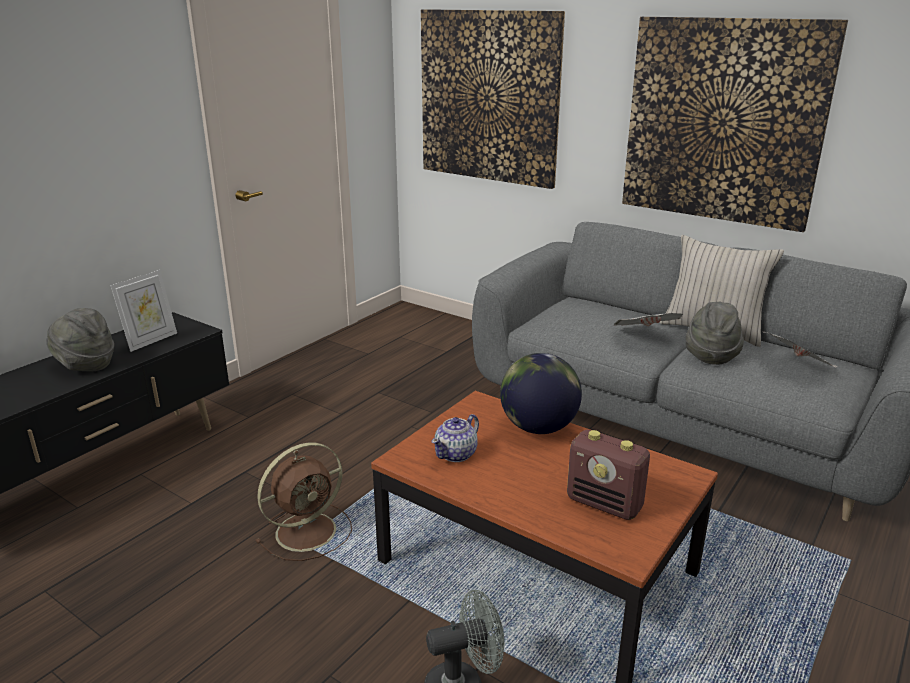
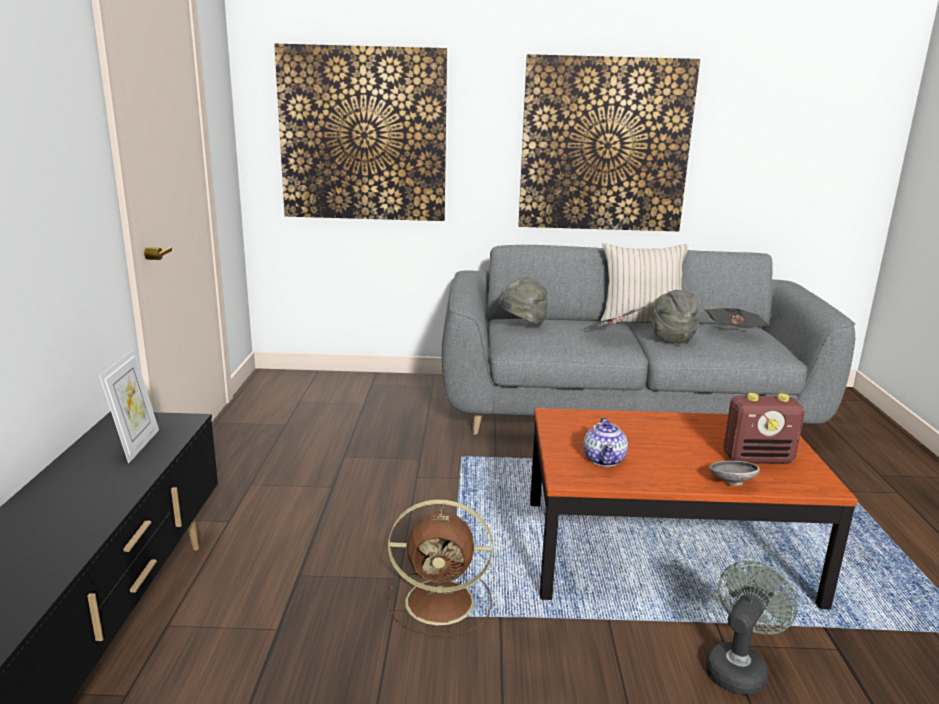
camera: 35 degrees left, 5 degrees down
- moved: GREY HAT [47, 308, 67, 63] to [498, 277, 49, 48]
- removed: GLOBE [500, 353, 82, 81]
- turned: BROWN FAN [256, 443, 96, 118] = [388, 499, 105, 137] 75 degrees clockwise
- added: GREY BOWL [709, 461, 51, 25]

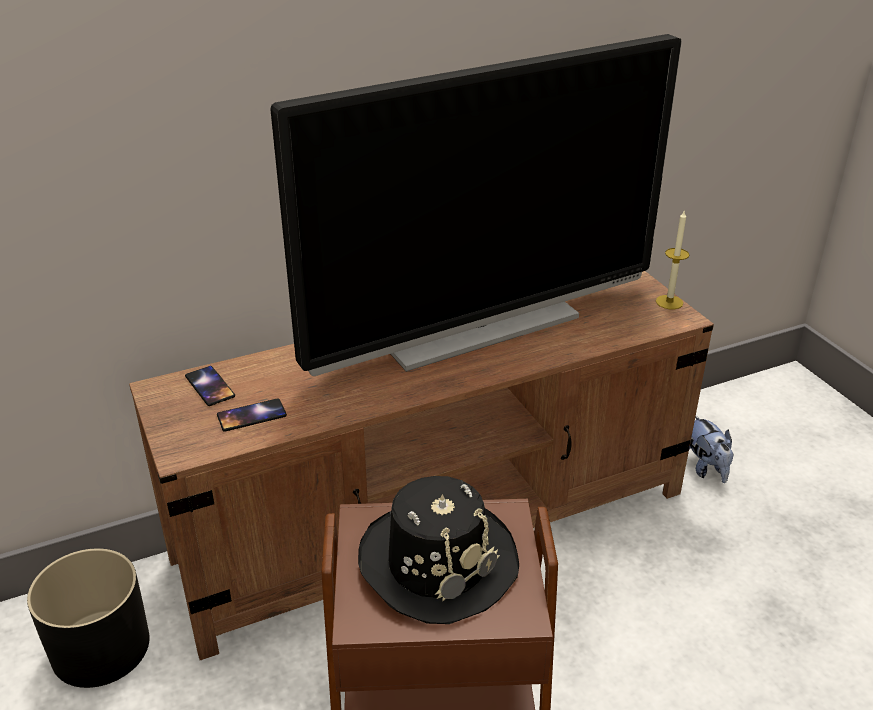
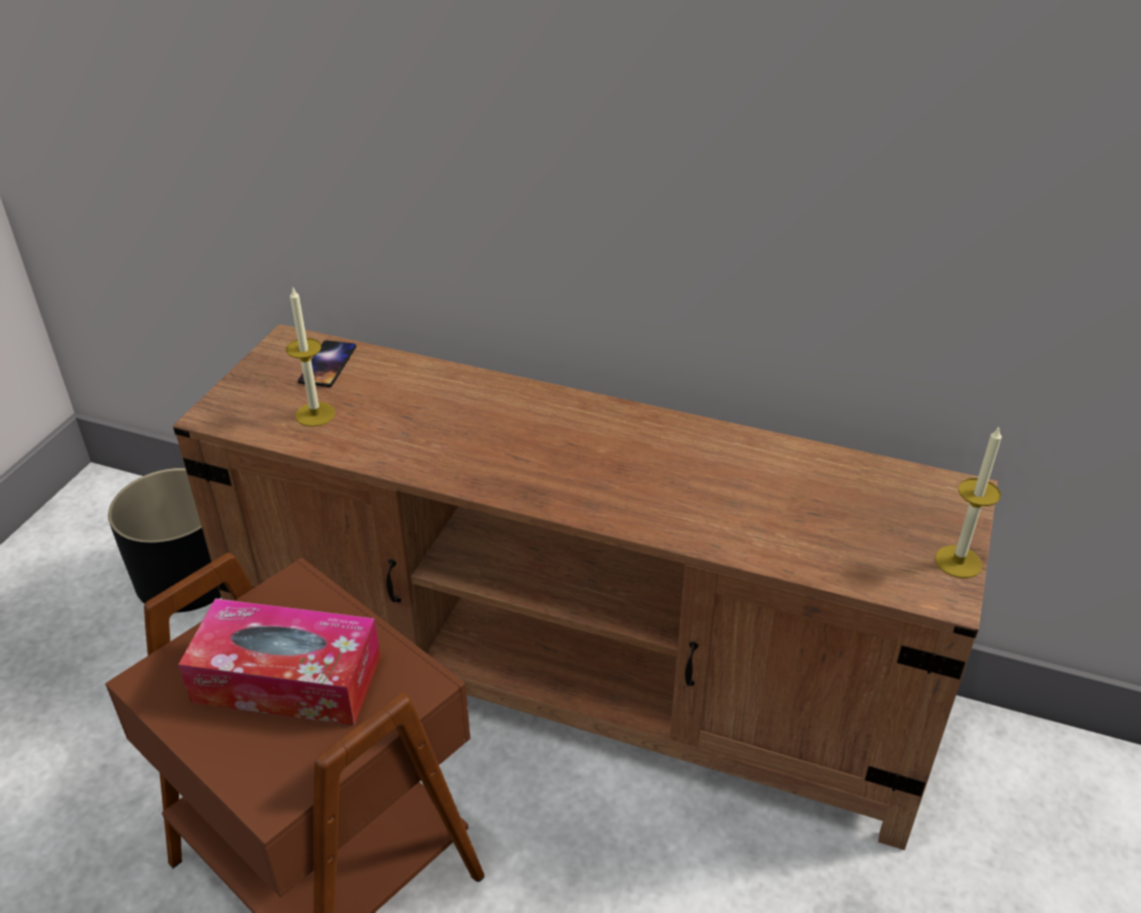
camera: 45 degrees right, 5 degrees up
- removed: TELEVISION [270, 34, 412, 342]
- replaced: PHONE [217, 398, 70, 34] to CANDLE [286, 288, 49, 139]
- removed: PLUSH TOY [689, 416, 45, 67]
- replaced: BLACK HAT [358, 476, 161, 148] to TISSUE BOX [178, 598, 203, 128]

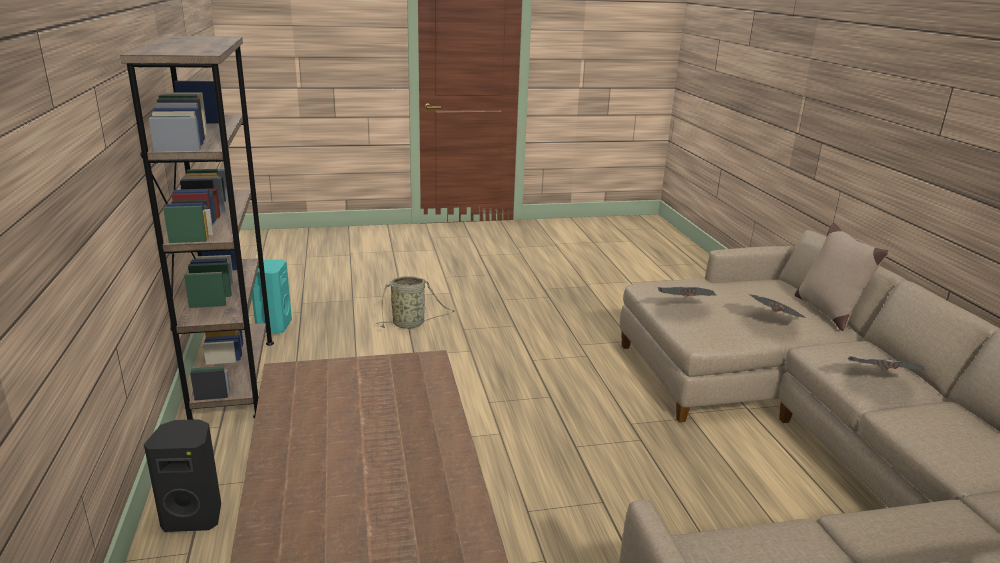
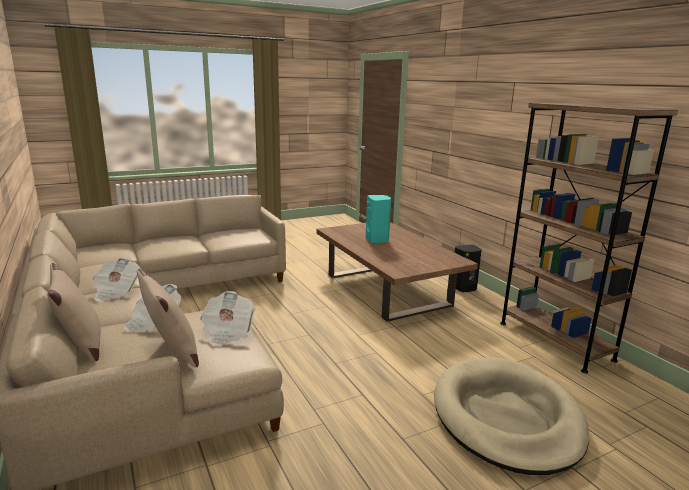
camera: 165 degrees right, 5 degrees down
- moved: TURQUOISE SPEAKER [252, 259, 40, 75] to [366, 195, 25, 49]
- replaced: BASKET [376, 276, 79, 53] to BEIGE DOG BED [434, 358, 155, 117]
- added: BEIGE PILLOW [137, 269, 62, 98]

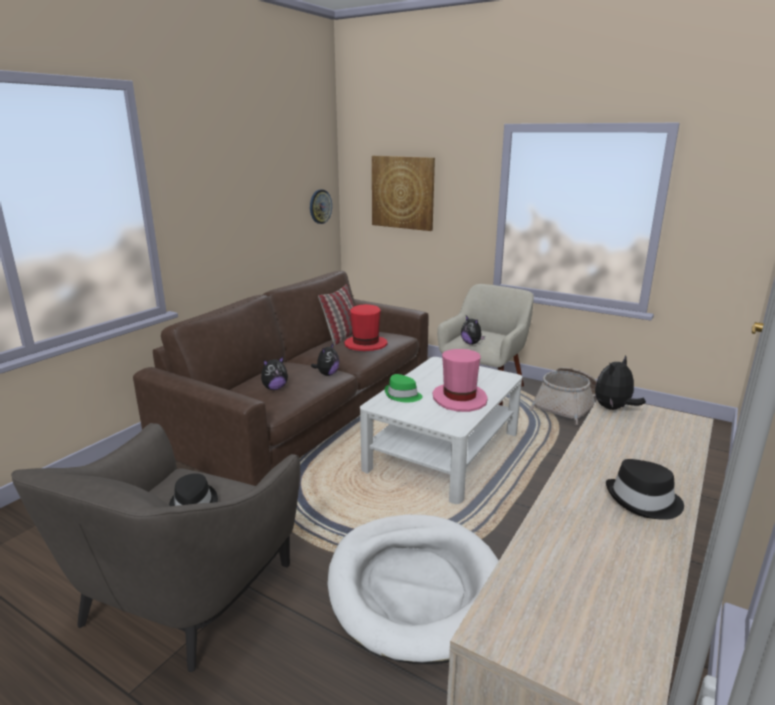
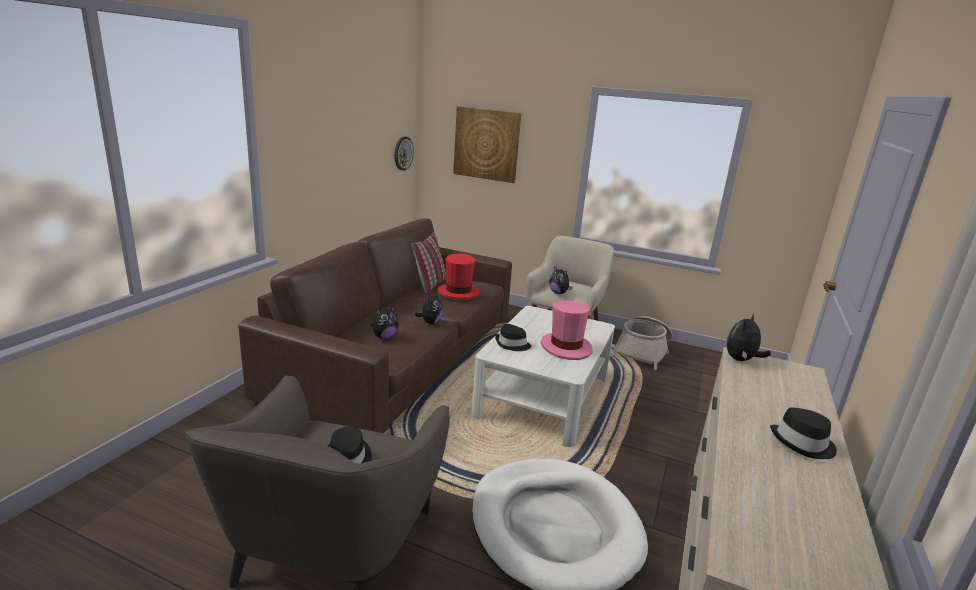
camera: 10 degrees left, 0 degrees up
- recoloured: GREEN HAT [384, 374, 38, 29] to BLACK HAT [495, 324, 36, 27]

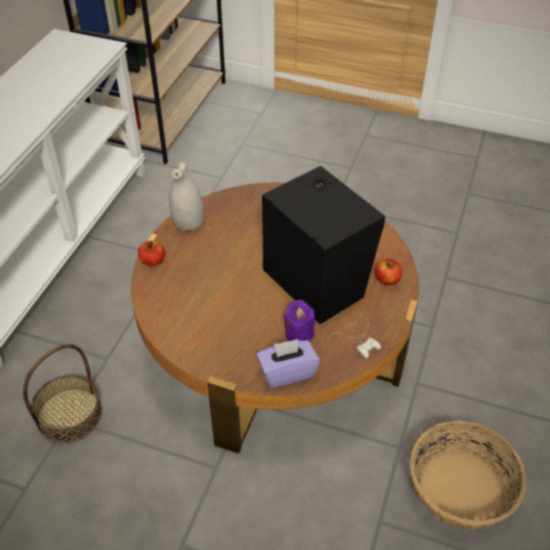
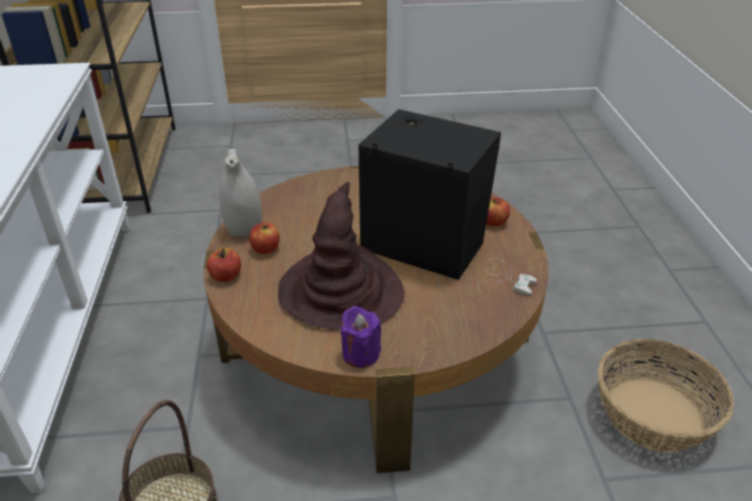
camera: 25 degrees left, 10 degrees down
- moved: PURPLE CANDLE [284, 300, 31, 42] to [341, 306, 40, 62]
- removed: PURPLE TISSUE BOX [256, 339, 64, 49]
- added: BROWN HAT [278, 182, 126, 148]
- added: APPLE [249, 222, 31, 32]

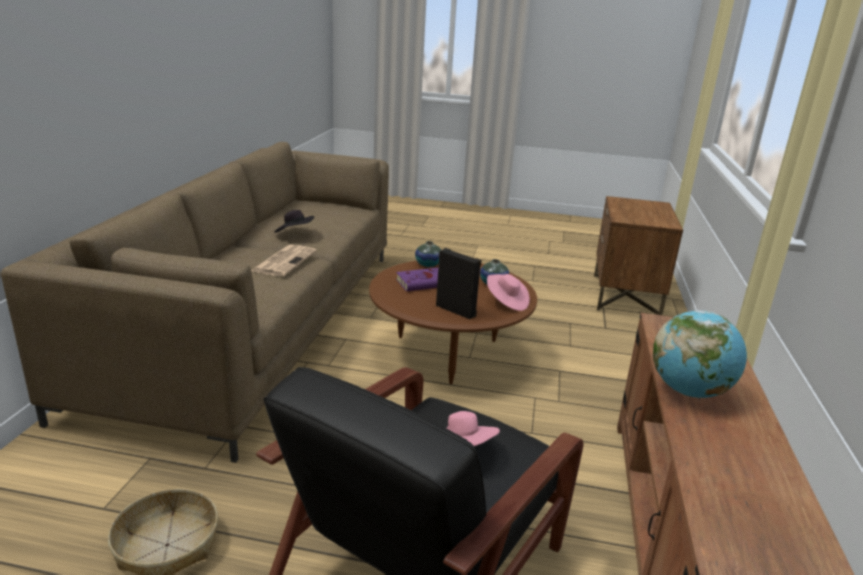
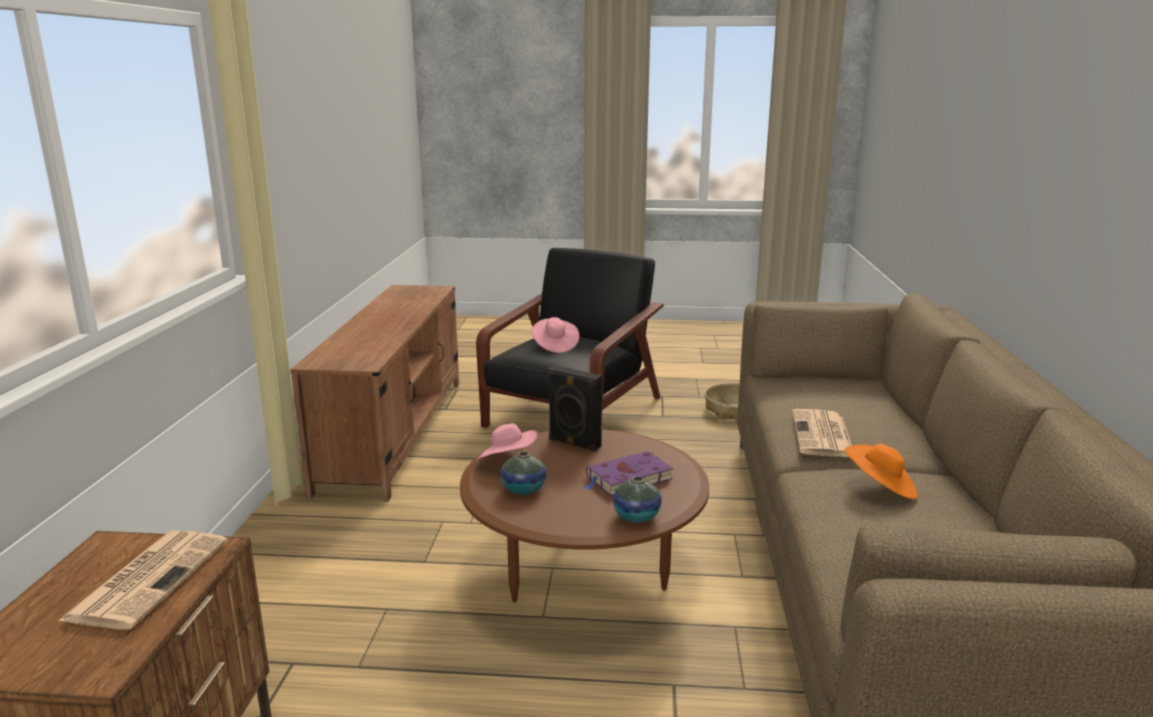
camera: 175 degrees right, 5 degrees down
- recoloured: BLACK HAT [274, 210, 40, 23] to ORANGE HAT [844, 444, 74, 55]
- removed: GLOBE [653, 310, 94, 88]
- added: NEWSPAPER [59, 531, 169, 98]

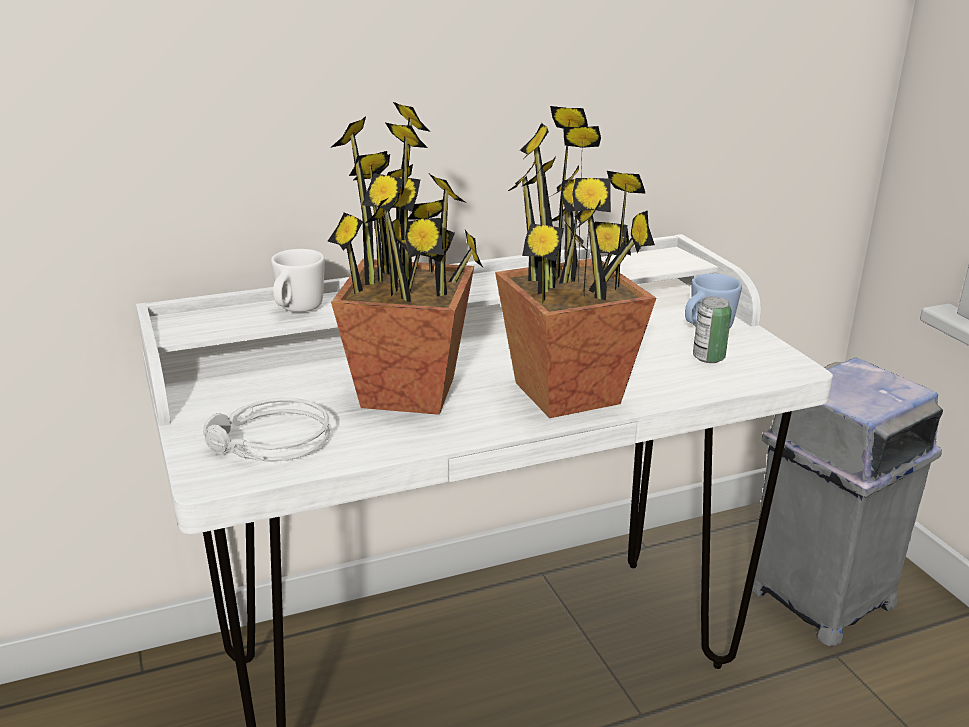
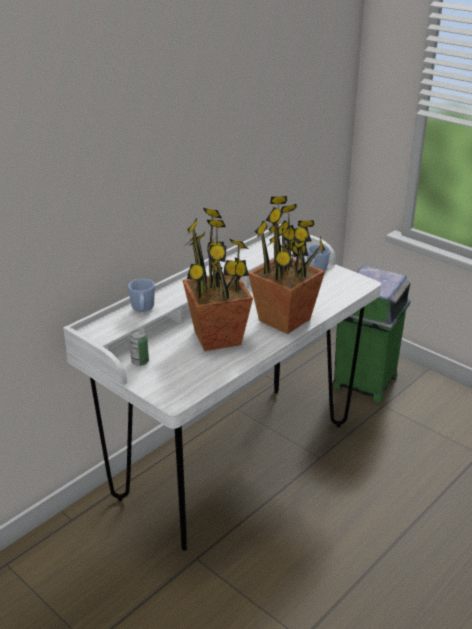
camera: 25 degrees left, 5 degrees up
- recoloured: WHITE MUG [271, 249, 54, 63] to BLUE MUG [128, 278, 27, 34]
- moved: CAN [693, 296, 39, 67] to [129, 330, 20, 36]
- recoloured: GREY TRASH CAN [752, 358, 191, 288] to GREEN TRASH CAN [333, 265, 77, 137]
- removed: GREY HEADPHONES [203, 398, 127, 64]

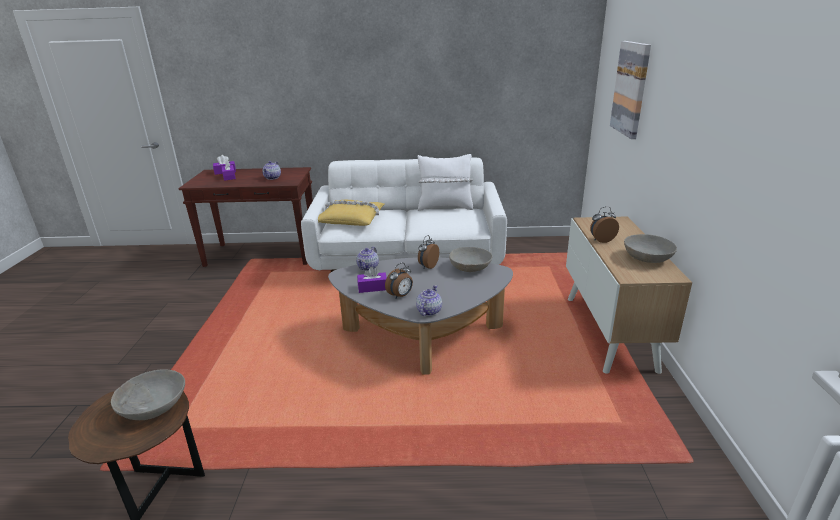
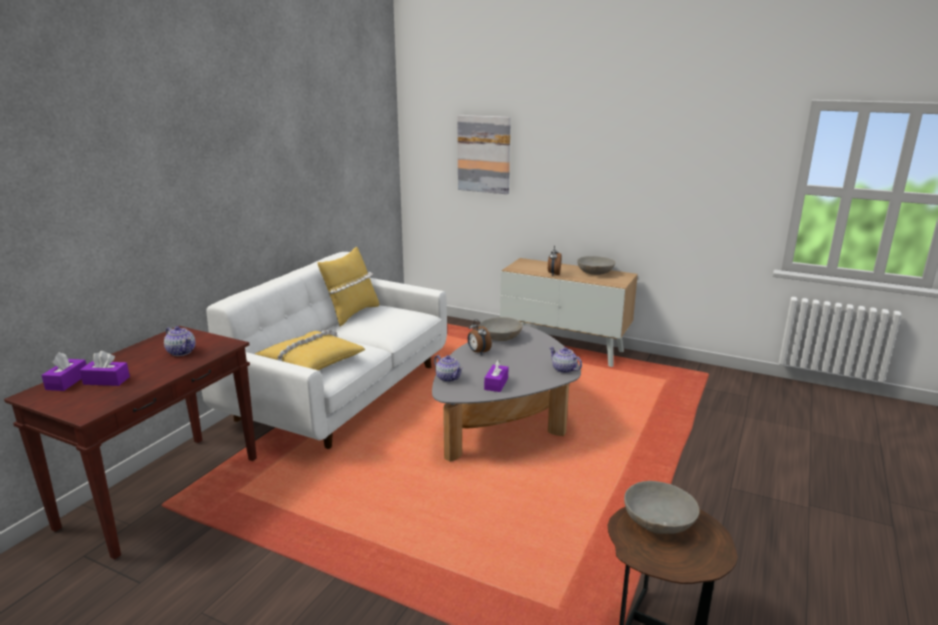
camera: 65 degrees left, 5 degrees down
- recoloured: WHITE PILLOW [418, 154, 55, 57] to YELLOW PILLOW [318, 247, 61, 79]
- removed: ALARM CLOCK [385, 262, 28, 36]

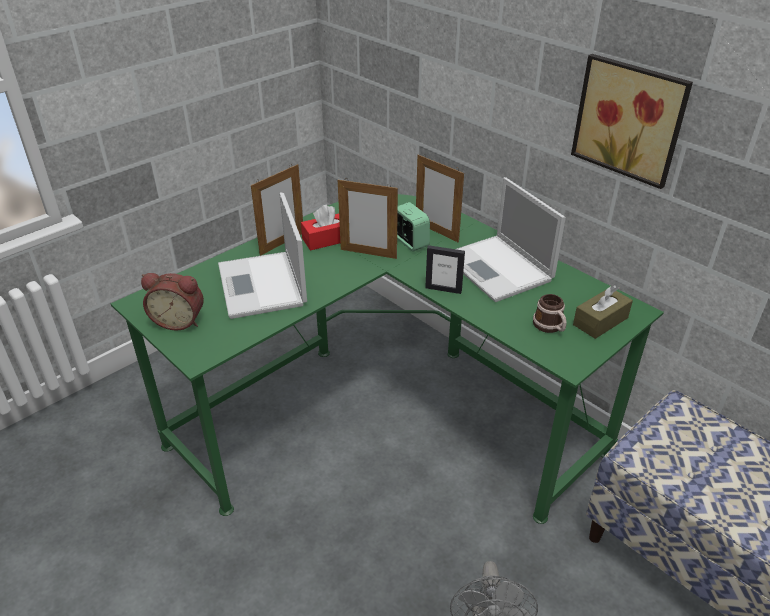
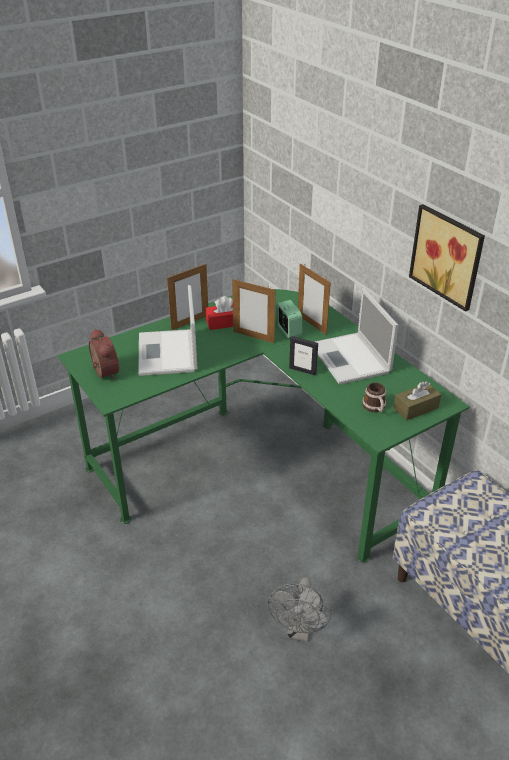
camera: 10 degrees right, 0 degrees up
- turned: ALARM CLOCK [141, 273, 63, 58] = [89, 329, 30, 51] 135 degrees counterclockwise

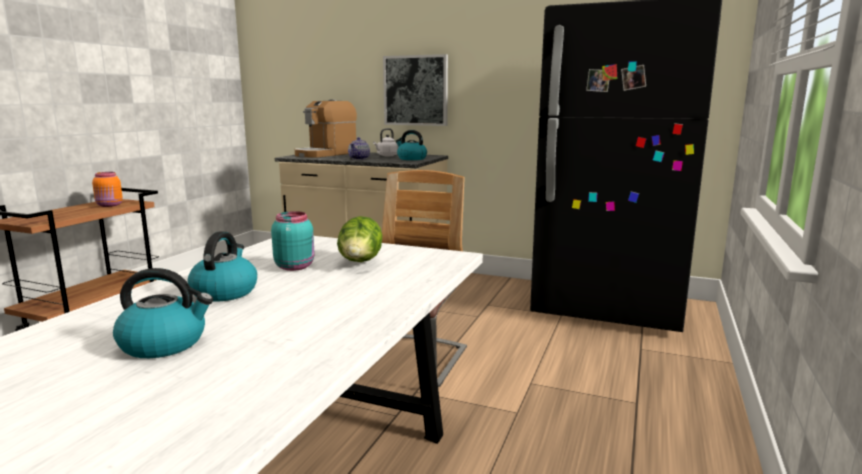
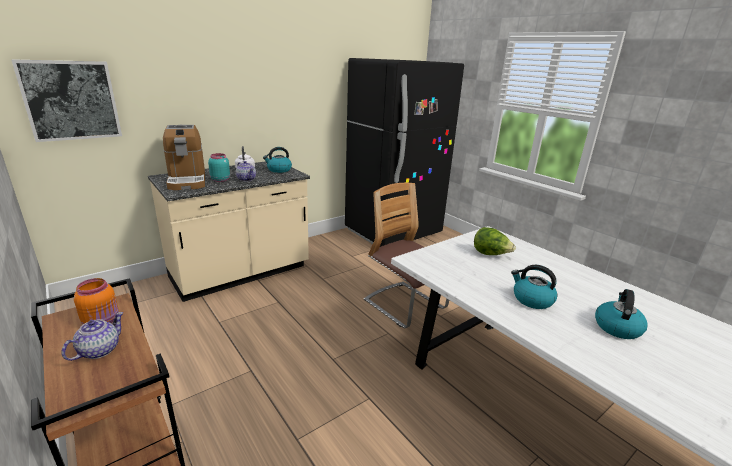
camera: 60 degrees left, 10 degrees up
- moved: PICTURE [383, 54, 65, 72] to [11, 59, 111, 83]
- moved: TURQUOISE JAR [271, 211, 44, 60] to [208, 153, 22, 29]
- added: TEAPOT [62, 312, 61, 49]

